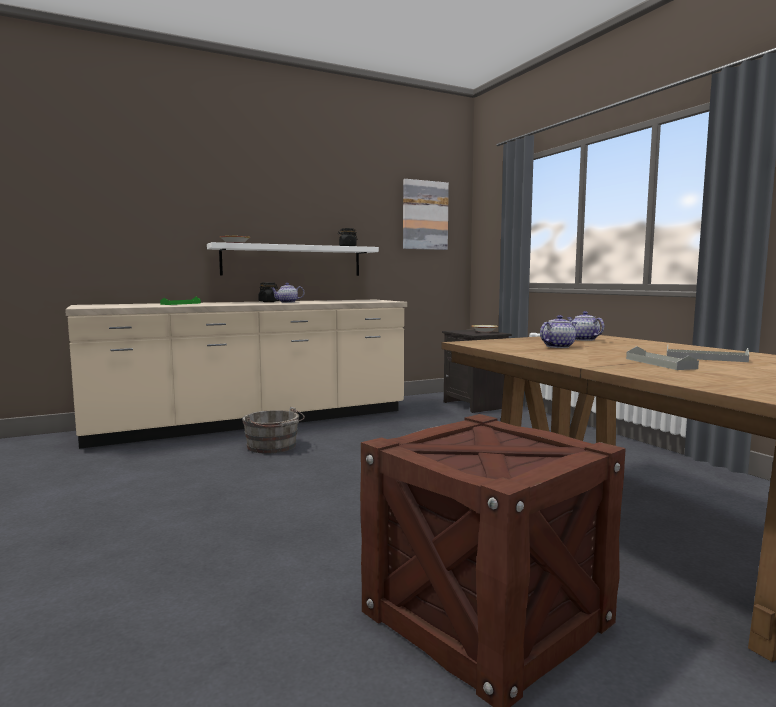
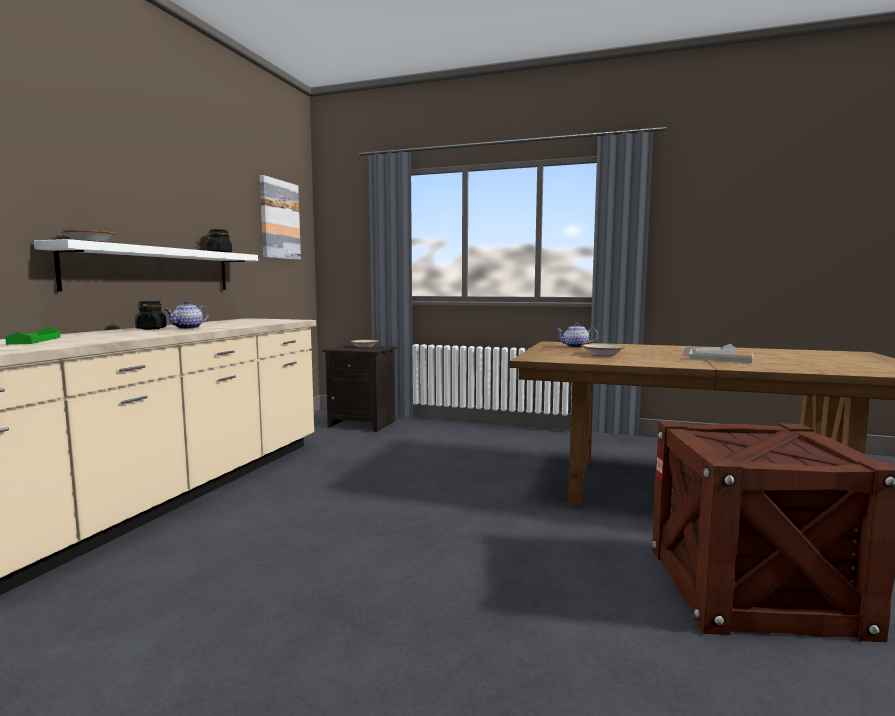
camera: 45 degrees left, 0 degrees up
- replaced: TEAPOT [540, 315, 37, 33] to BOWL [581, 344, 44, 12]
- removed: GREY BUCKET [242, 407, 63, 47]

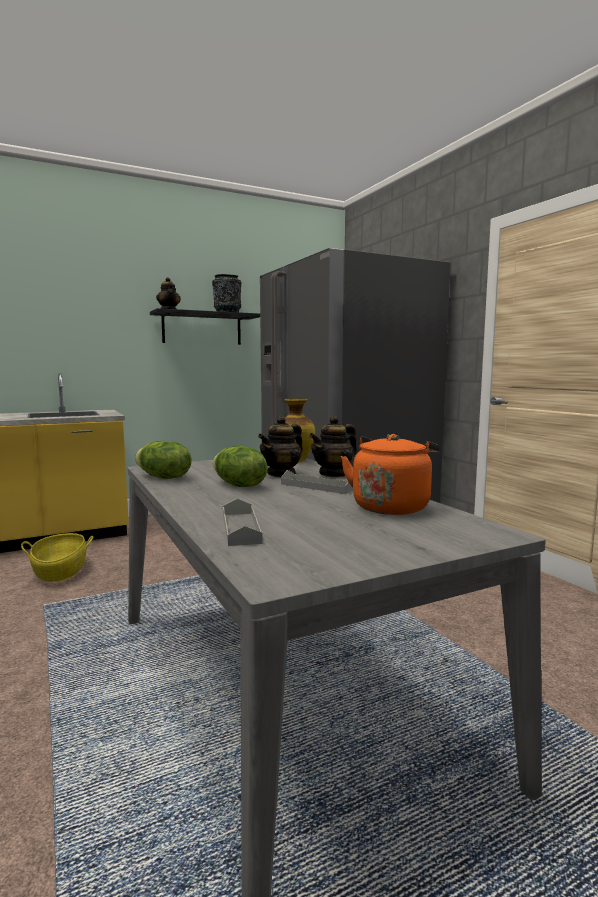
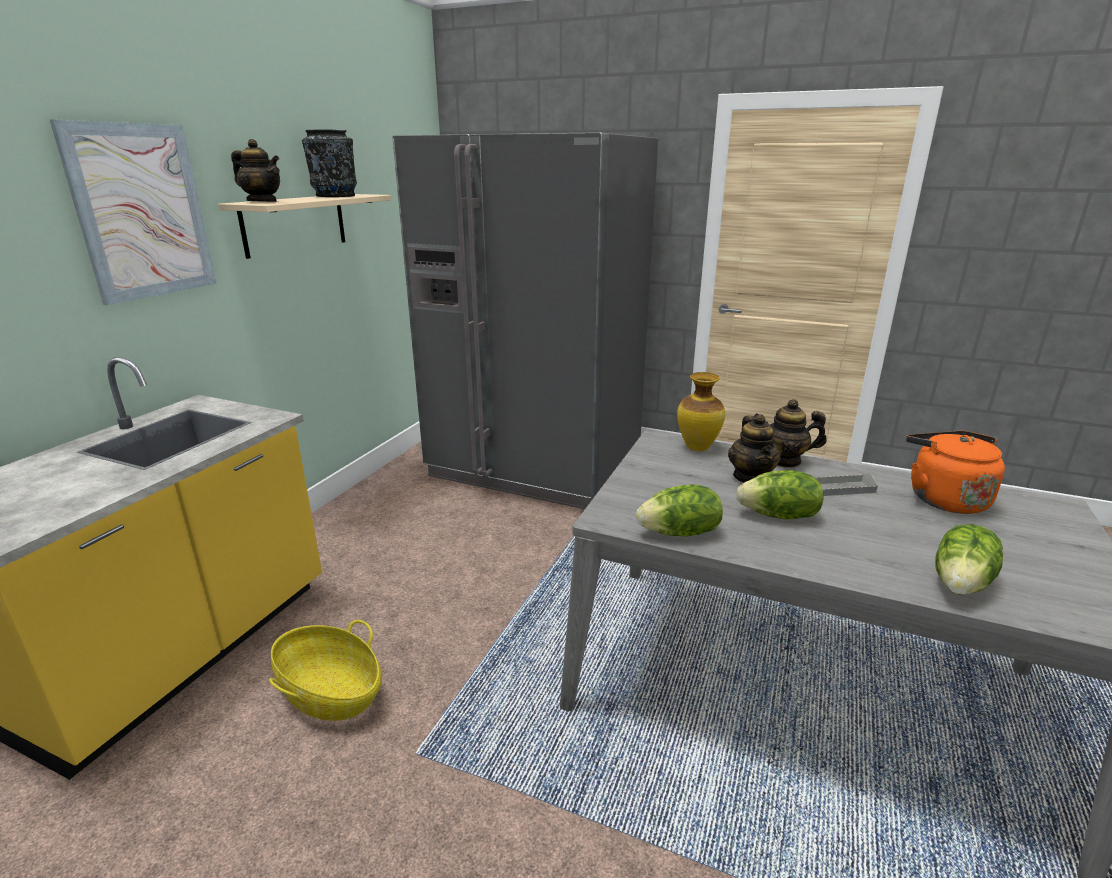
camera: 40 degrees left, 15 degrees up
- recoloured: BLACK SHELF [150, 308, 110, 37] to BEIGE SHELF [218, 194, 173, 65]
- turned: TEAPOT [309, 415, 48, 62] = [754, 399, 72, 69] 90 degrees clockwise
- replaced: GREY TRAY [223, 499, 40, 47] to LETTUCE [935, 524, 68, 71]
- added: PICTURE [50, 119, 167, 186]

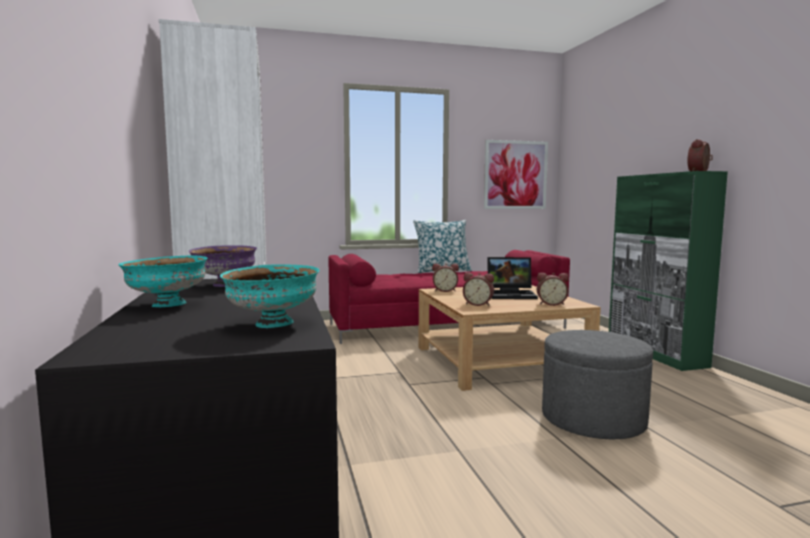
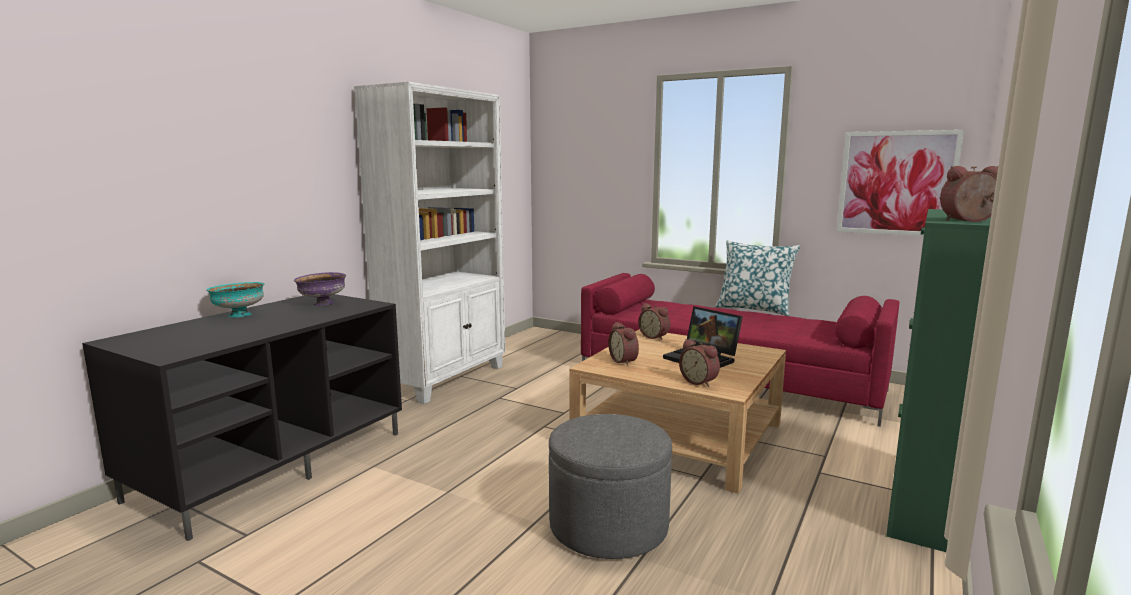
camera: 45 degrees right, 5 degrees up
- removed: TURQUOISE BOWL [220, 264, 100, 64]

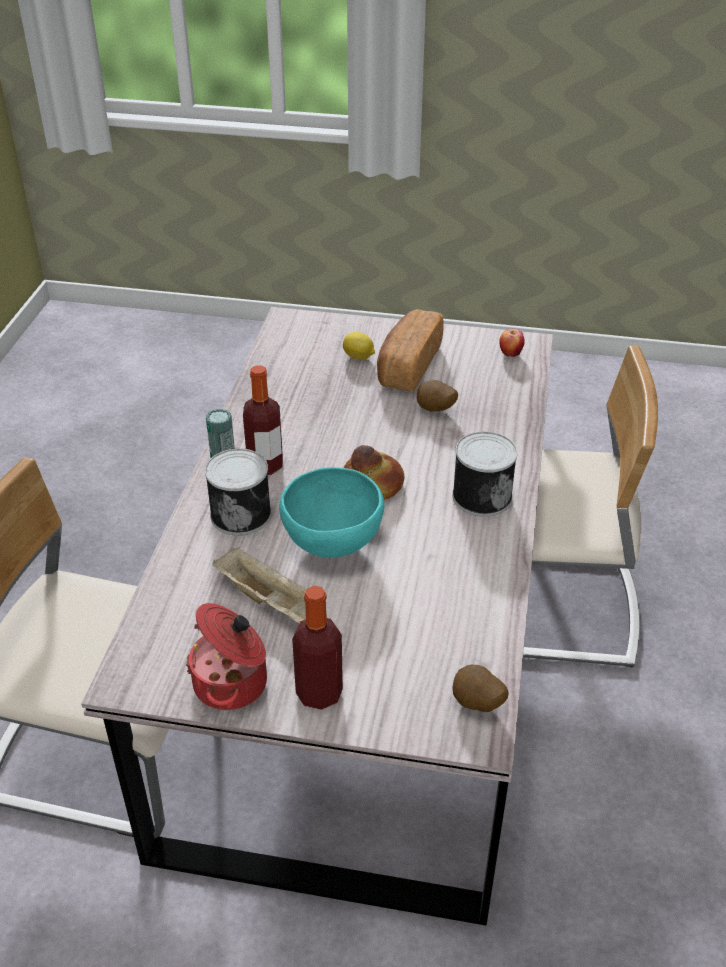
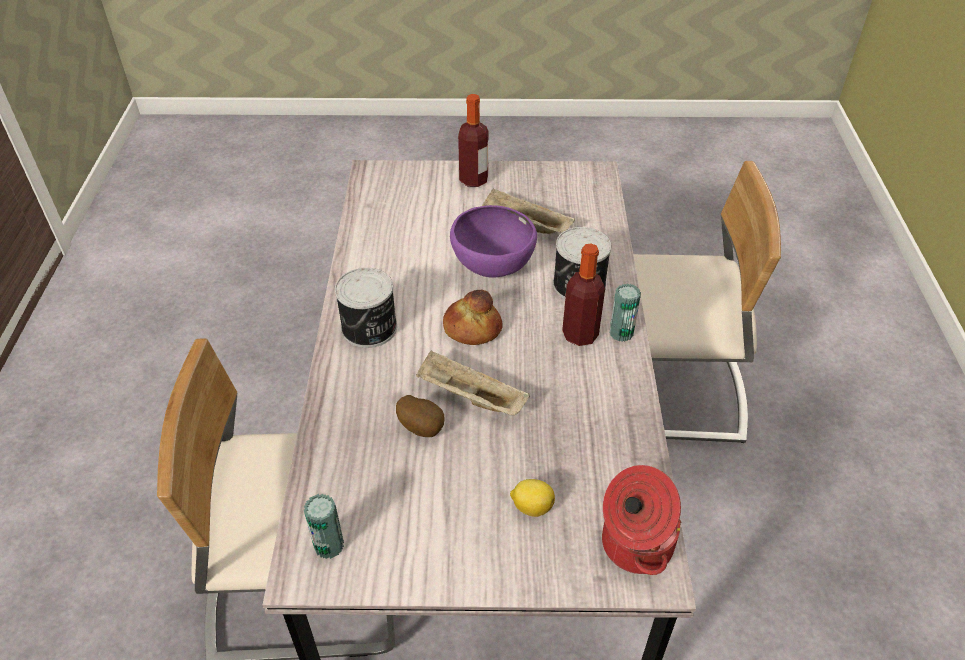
camera: 170 degrees right, 5 degrees up
- removed: BREAD [377, 309, 67, 83]
- replaced: APPLE [499, 329, 26, 28] to CAN [304, 494, 40, 65]
- recoloured: TURQUOISE BOWL [279, 467, 105, 91] to PURPLE BOWL [450, 205, 87, 73]
- moved: COOKING POT [186, 603, 81, 107] to [602, 465, 79, 110]
- removed: POTATO [452, 665, 56, 47]
- added: BEIGE TRAY [416, 350, 114, 65]

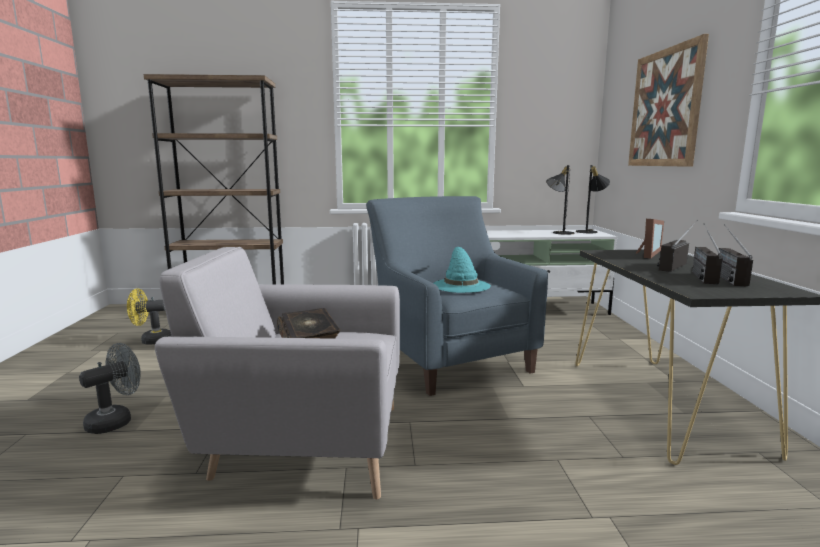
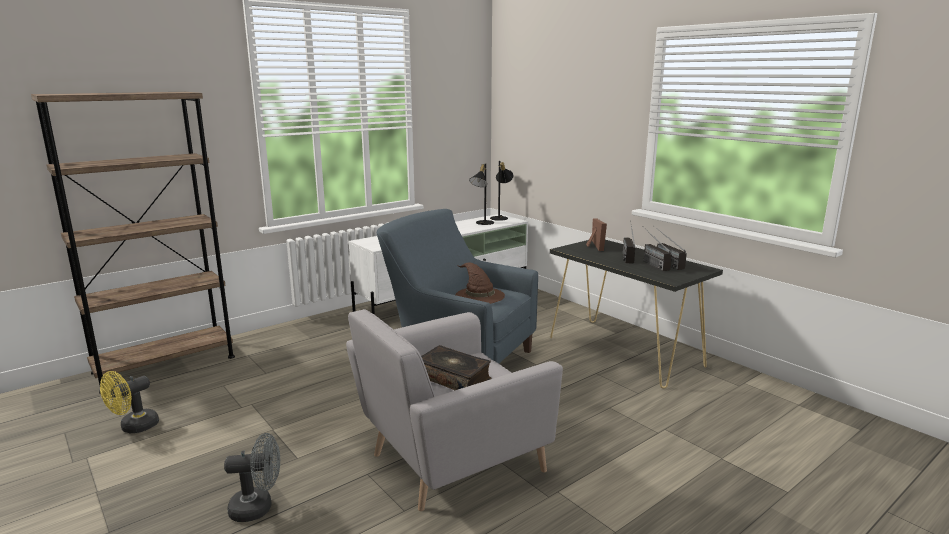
camera: 35 degrees left, 5 degrees up
- removed: PICTURE [628, 34, 81, 133]
- recoloured: TURQUOISE HAT [434, 247, 57, 46] to BROWN HAT [455, 262, 50, 42]
- turned: GREY FAN [79, 343, 62, 91] = [224, 433, 56, 89] 75 degrees clockwise

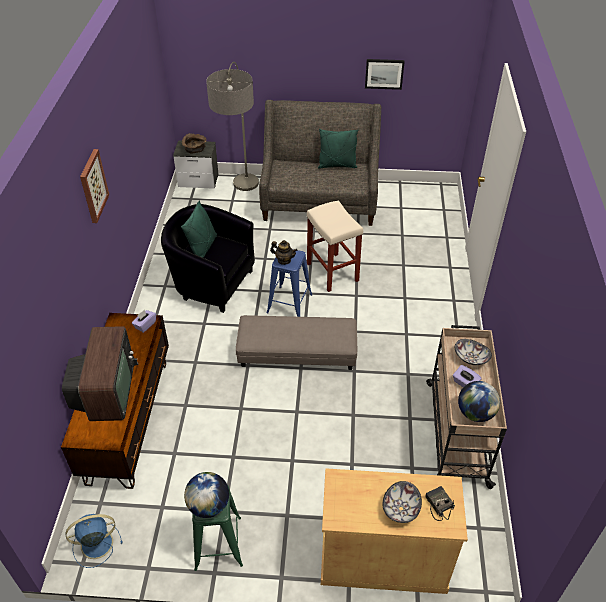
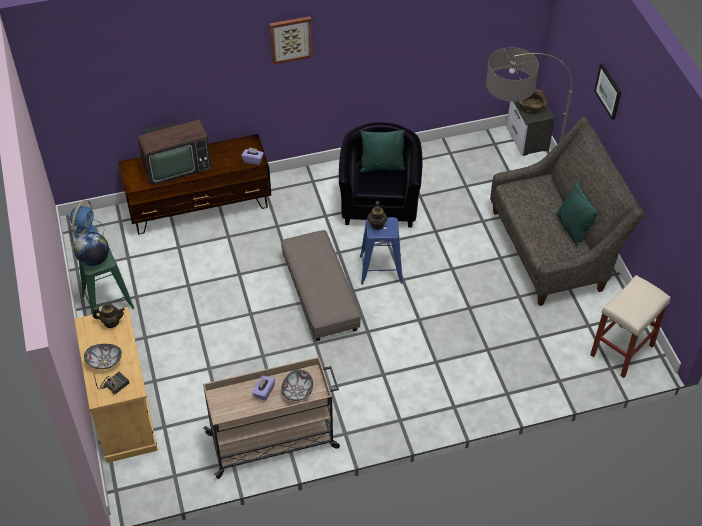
camera: 70 degrees right, 5 degrees up
- moved: PICTURE [365, 59, 40, 31] to [594, 63, 27, 57]
- moved: BEIGE STOOL [307, 200, 56, 92] to [590, 275, 81, 103]
- removed: GLOBE [458, 381, 42, 41]
- turned: BLUE FAN [66, 514, 57, 54] = [69, 200, 36, 45] 60 degrees clockwise
- added: TEAPOT [93, 303, 32, 25]

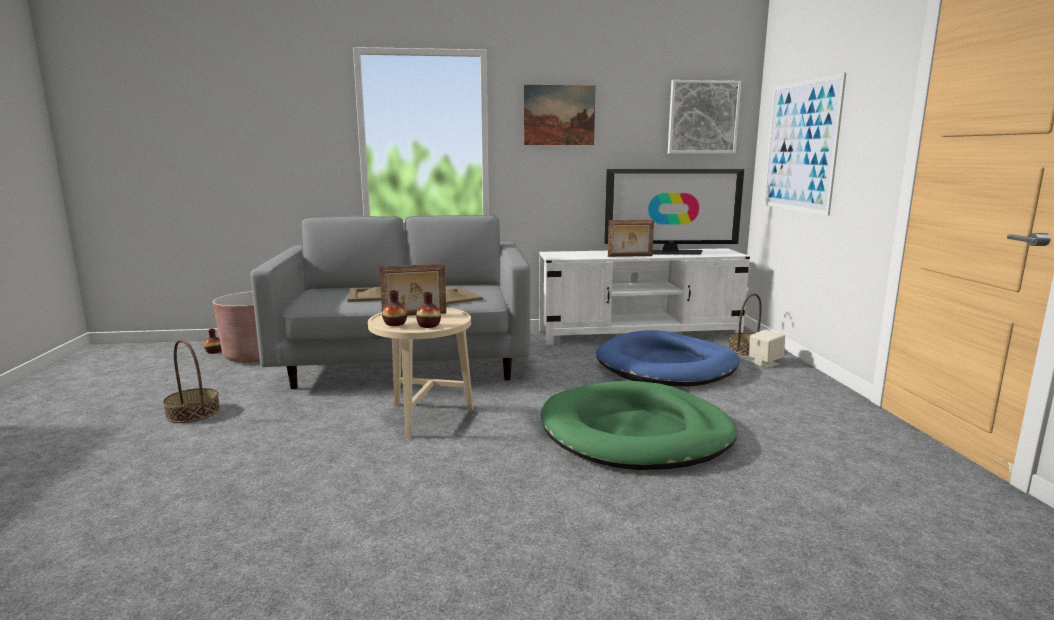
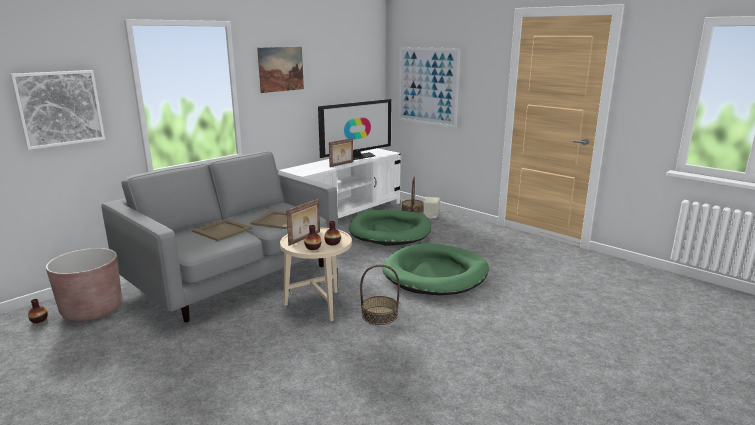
camera: 40 degrees left, 5 degrees up
- moved: PICTURE [668, 80, 73, 74] to [10, 70, 95, 80]
- recoloured: BLUE DOG BED [596, 330, 143, 56] to GREEN DOG BED [349, 209, 82, 37]
- moved: BASKET [163, 339, 57, 84] to [360, 265, 40, 60]

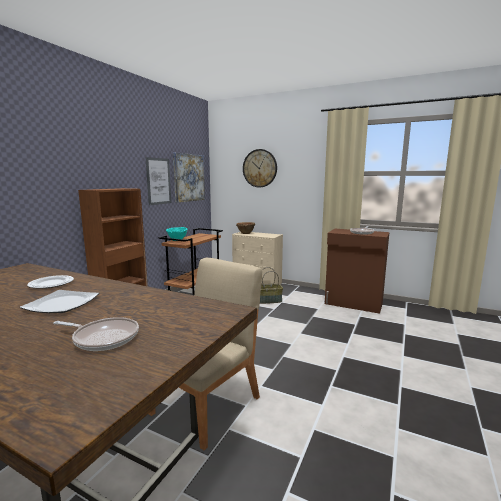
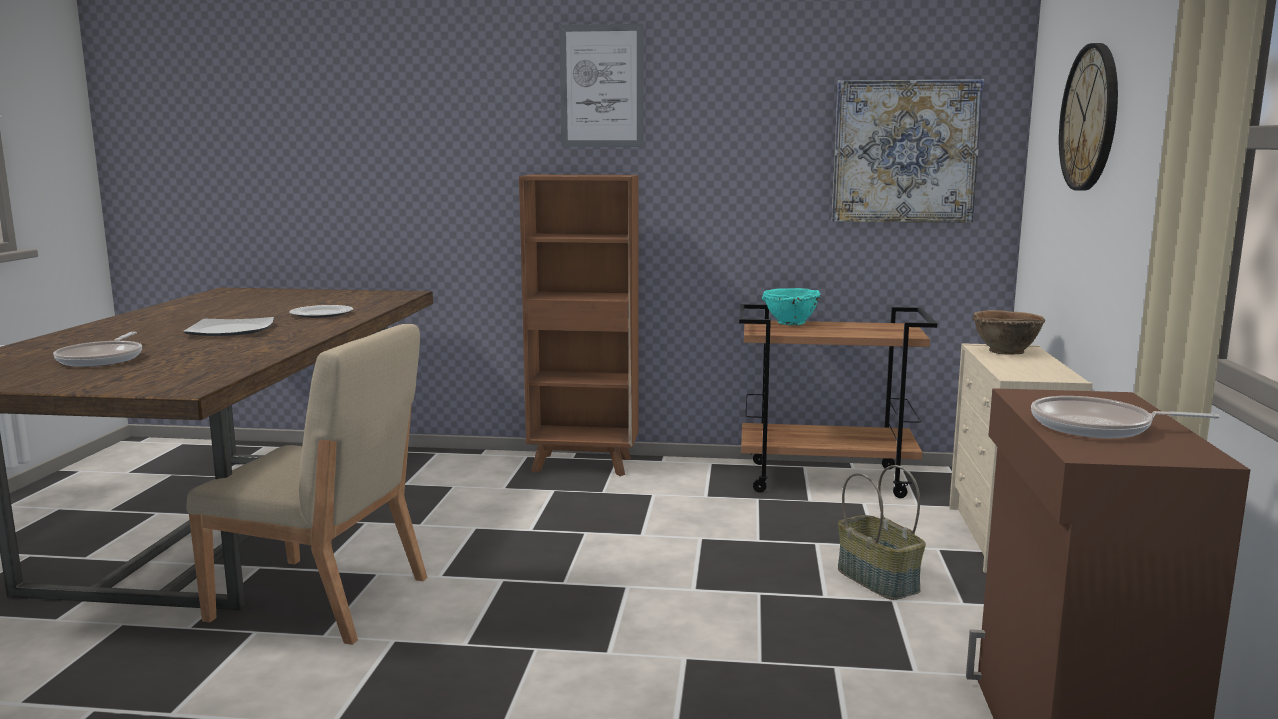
camera: 70 degrees right, 0 degrees up
- moved: PICTURE [145, 157, 26, 48] to [559, 24, 85, 123]

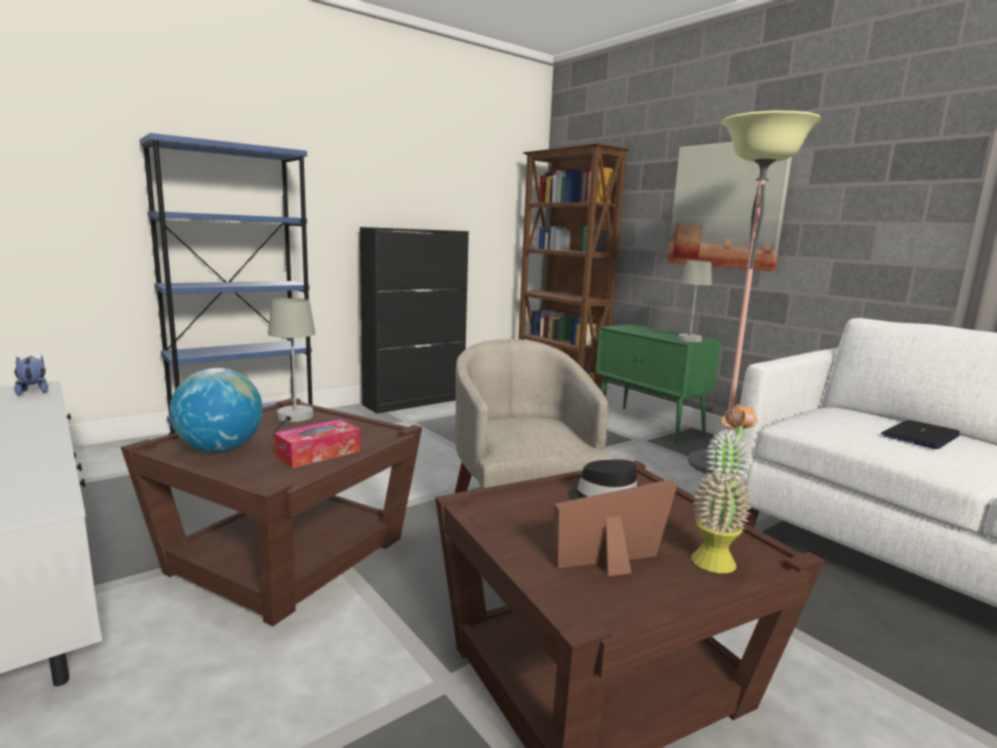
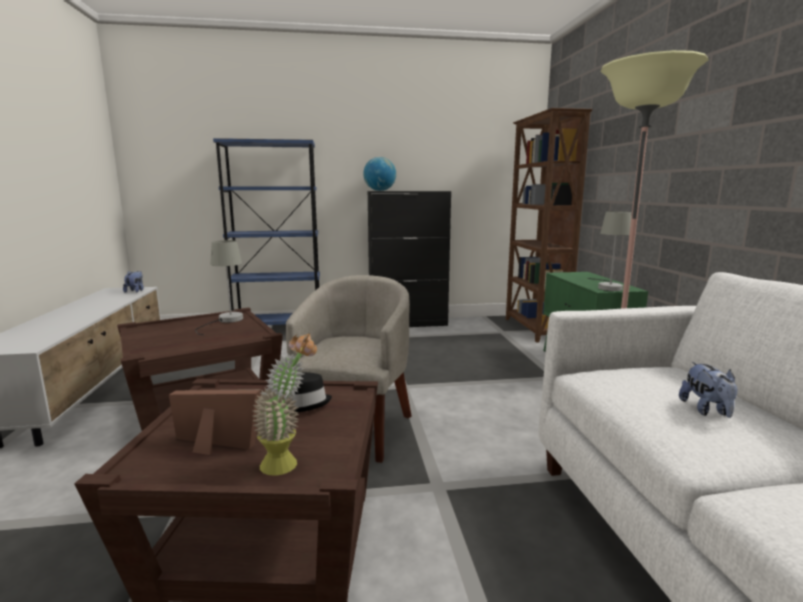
camera: 30 degrees right, 0 degrees up
- removed: PICTURE [668, 142, 124, 129]
- moved: GLOBE [169, 368, 94, 84] to [363, 157, 33, 34]
- removed: TISSUE BOX [274, 419, 86, 49]
- replaced: LAPTOP [881, 420, 79, 29] to PLUSH TOY [679, 362, 59, 56]

